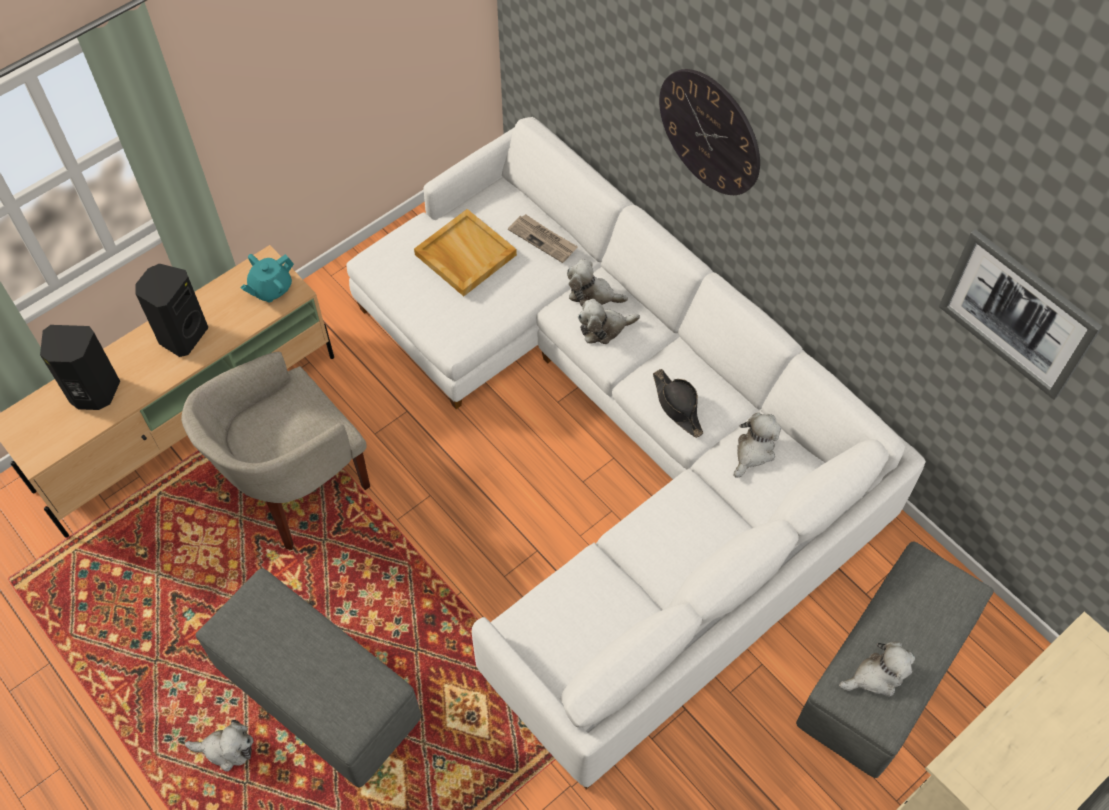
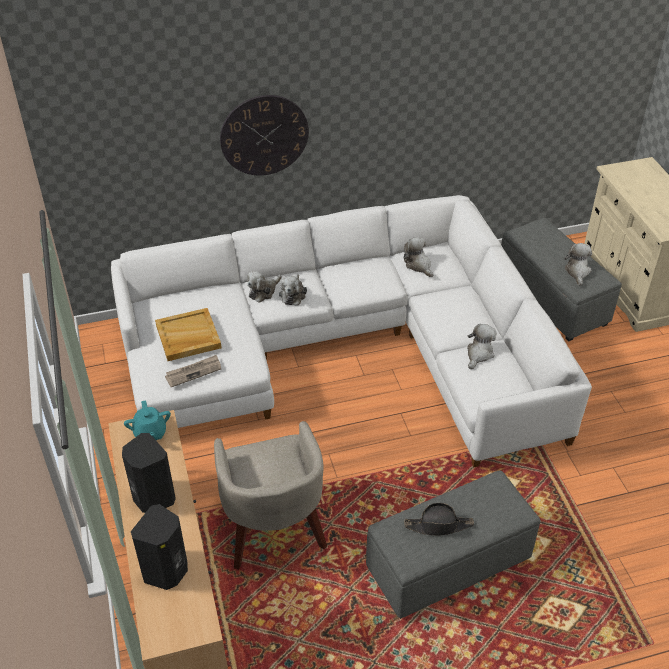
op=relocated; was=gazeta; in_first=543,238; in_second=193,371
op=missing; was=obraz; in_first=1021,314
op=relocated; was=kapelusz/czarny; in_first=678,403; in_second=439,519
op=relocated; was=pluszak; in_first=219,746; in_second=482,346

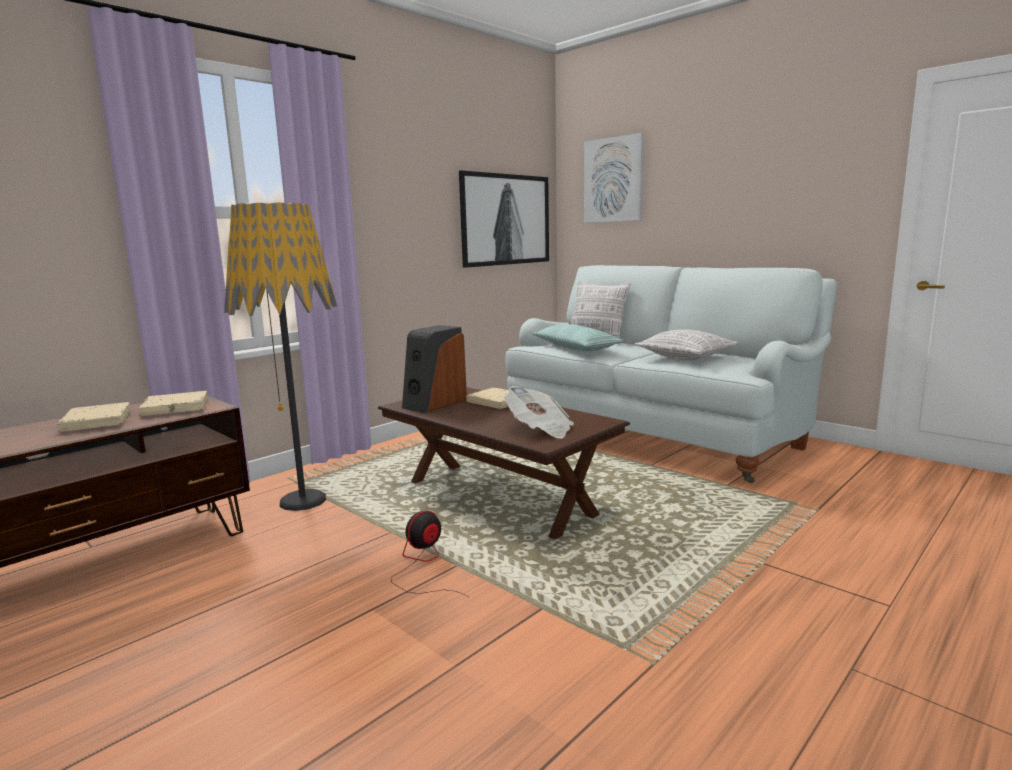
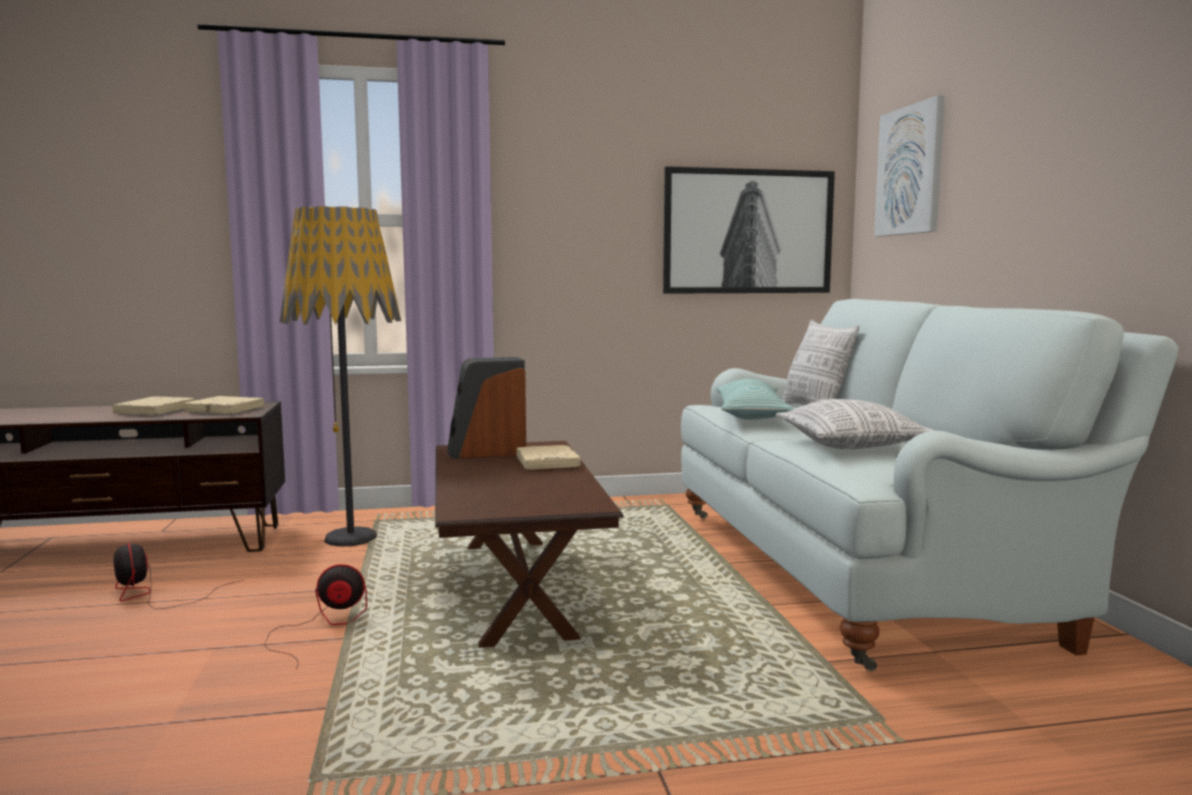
op=missing; was=gazeta; in_first=539,412
op=appeared; now=wentylator; in_second=178,576

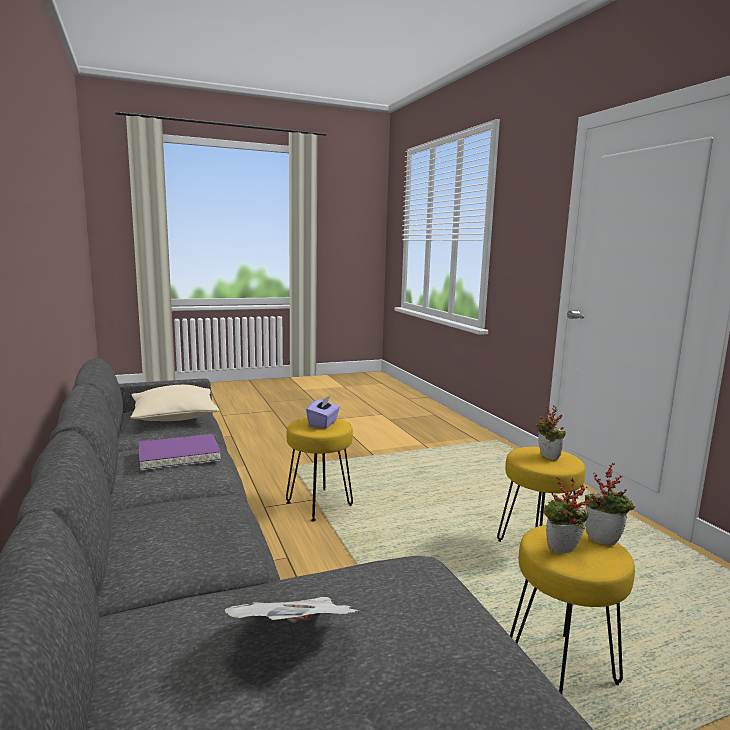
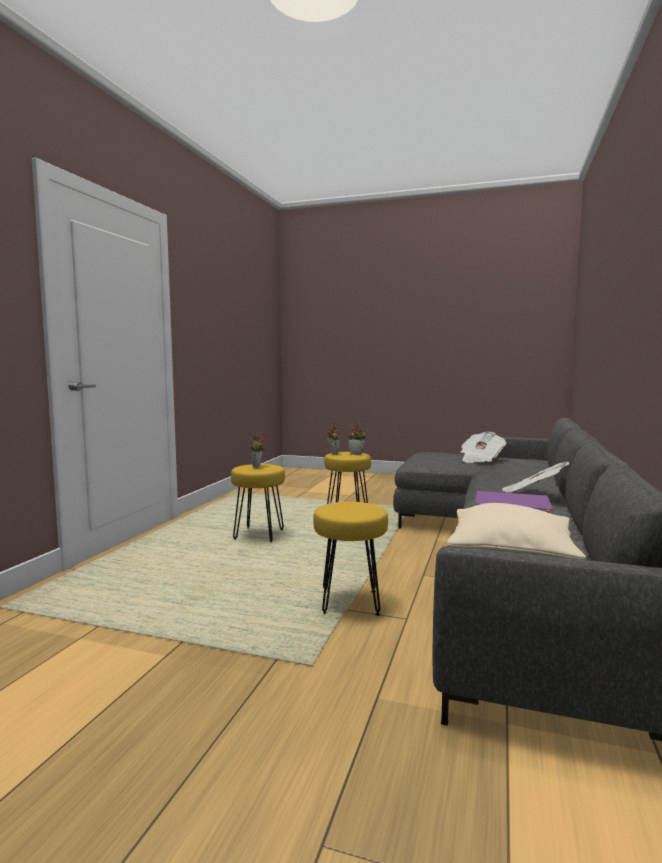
op=missing; was=pudełko chusteczek/fioletowy; in_first=323,412
op=appeared; now=gazeta; in_second=535,477

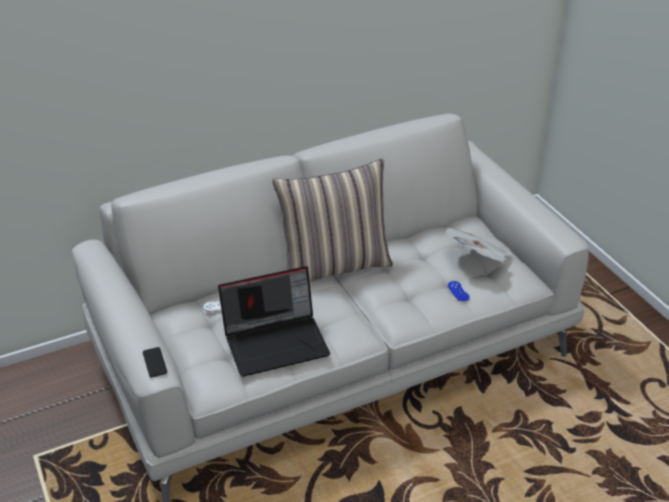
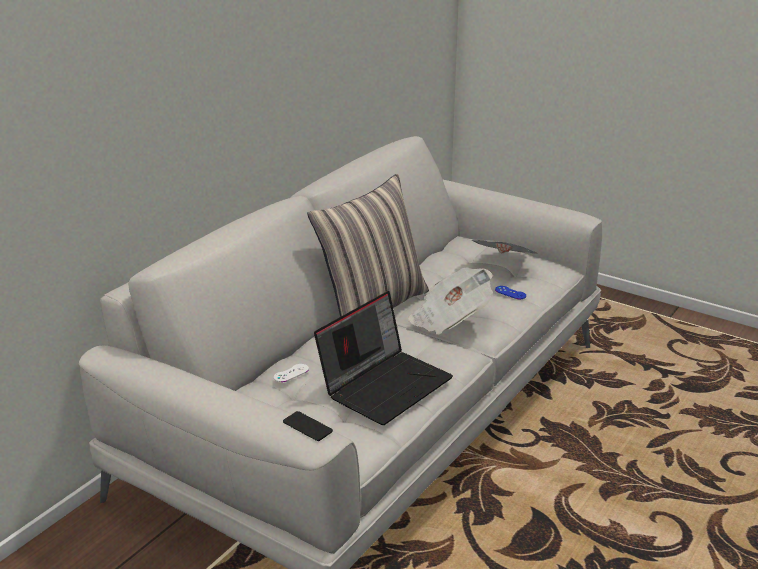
op=appeared; now=gazeta; in_second=450,300

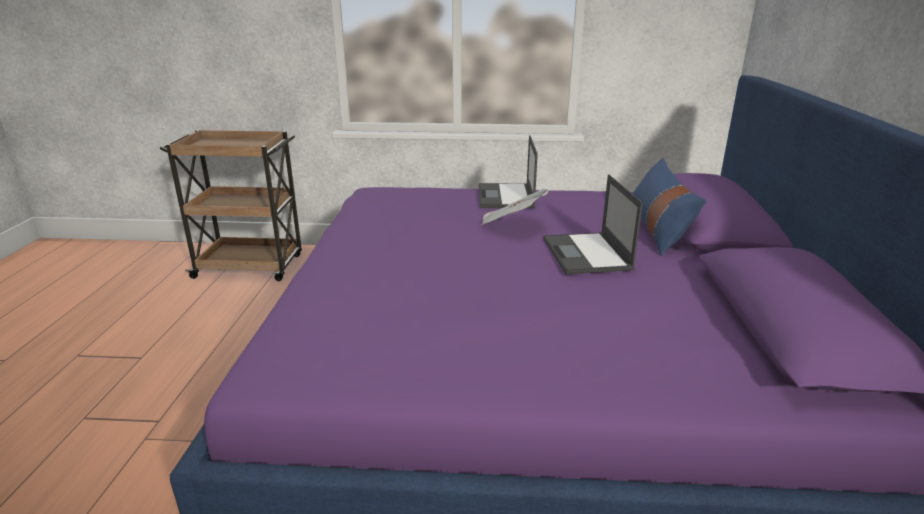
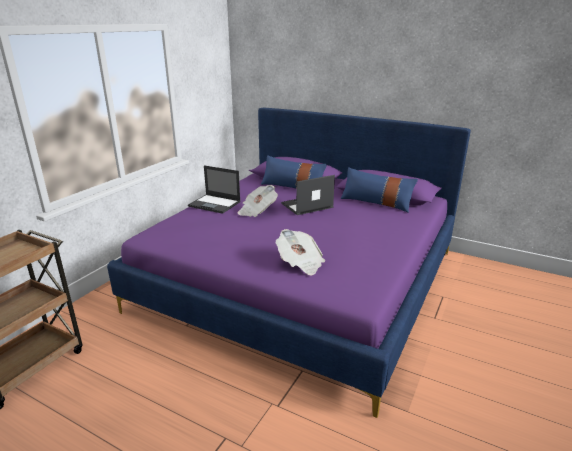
op=spun; was=laptop; in_first=593,224; in_second=308,195; clockwise=135
op=appeared; now=poduszka/niebieski; in_second=379,190
op=appeared; now=gazeta; in_second=300,252

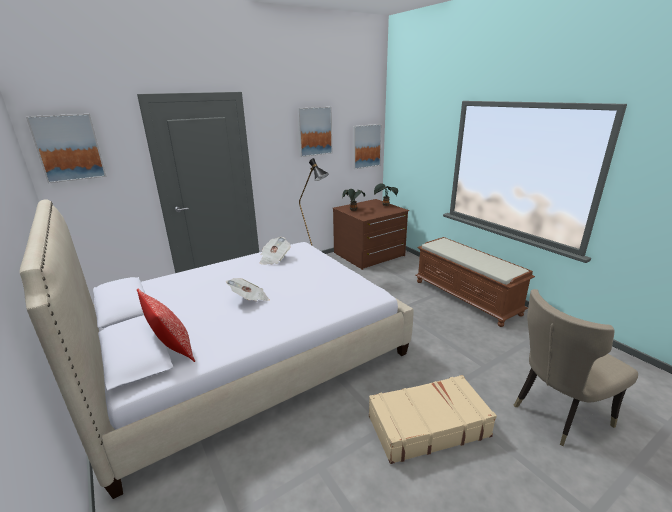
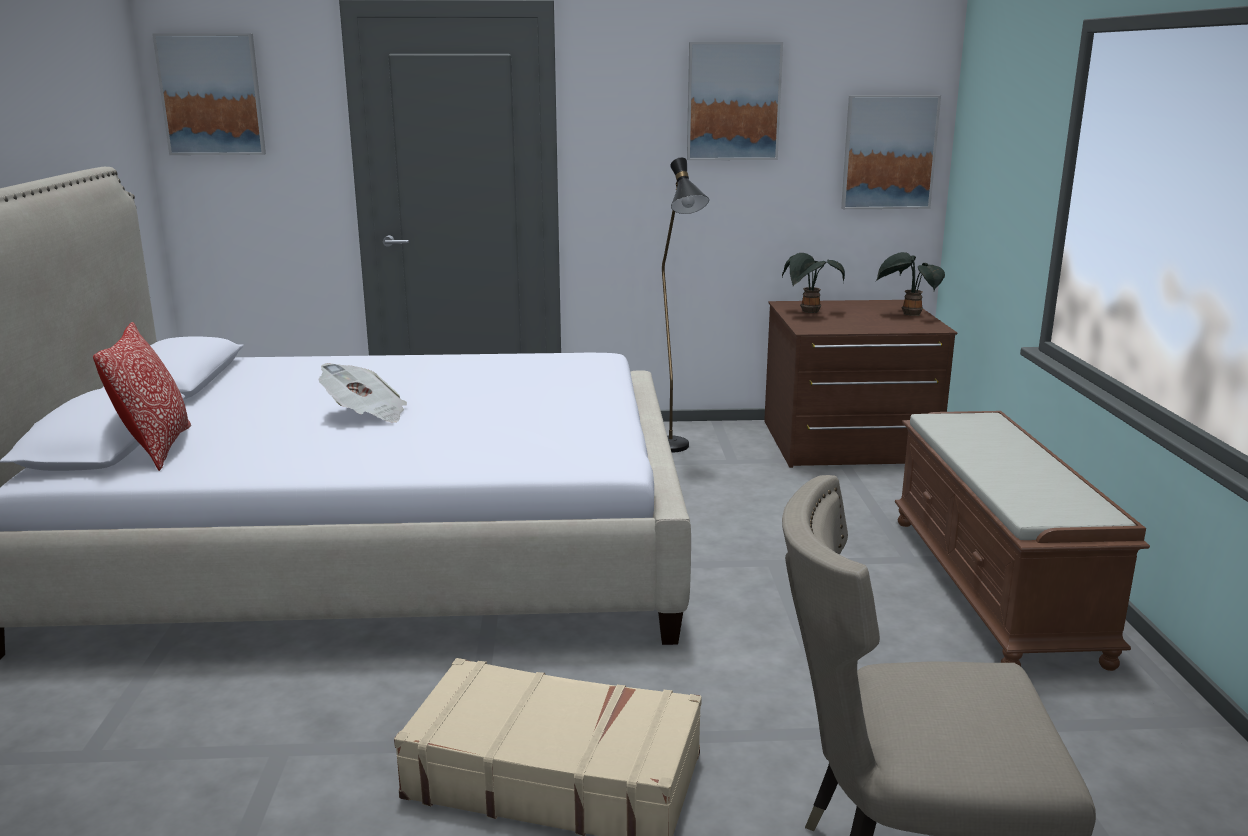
op=missing; was=gazeta; in_first=275,251

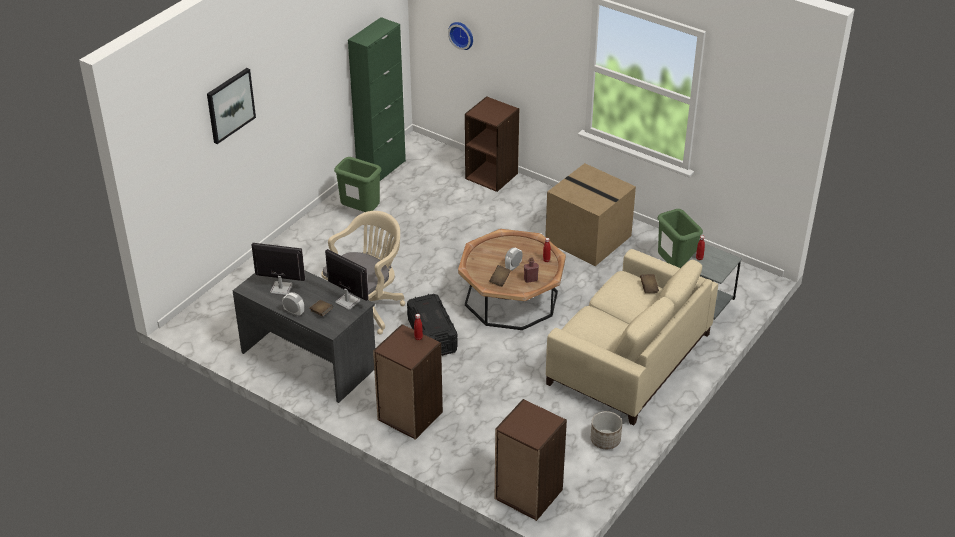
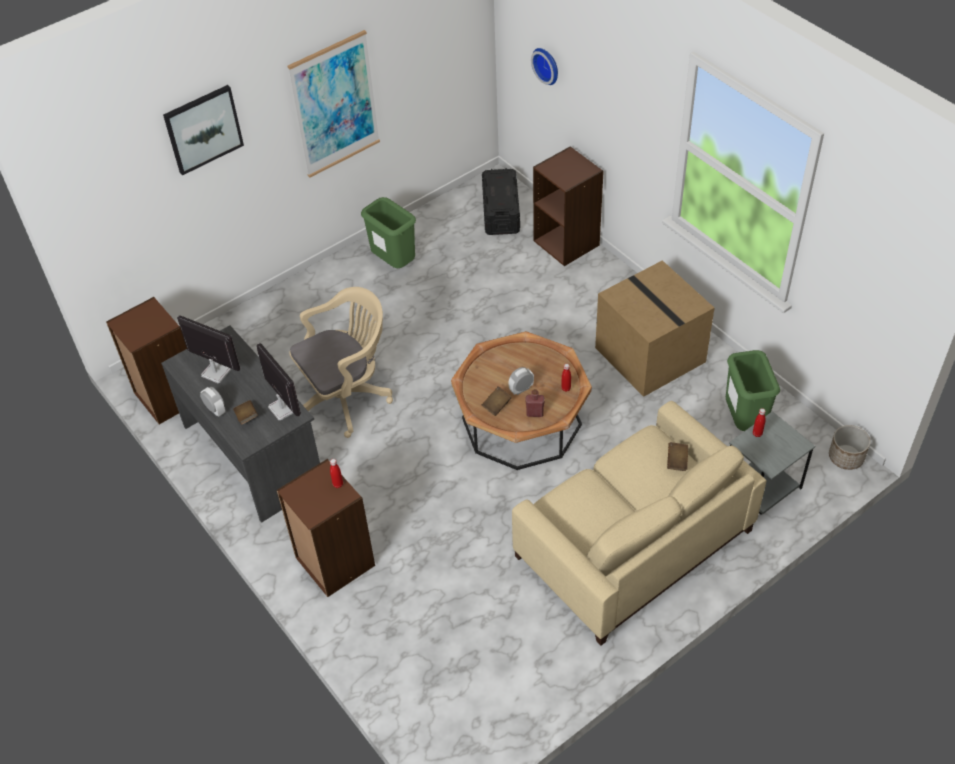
op=missing; was=szafka/zielony; in_first=377,99
op=relocated; was=pojemnik do przechowywania/czarny; in_first=432,325; in_second=501,201
op=relocated; was=regał/brązowy; in_first=531,460; in_second=146,360
op=relocated; was=donica; in_first=606,430; in_second=849,447
op=appeared; now=obraz; in_second=334,104

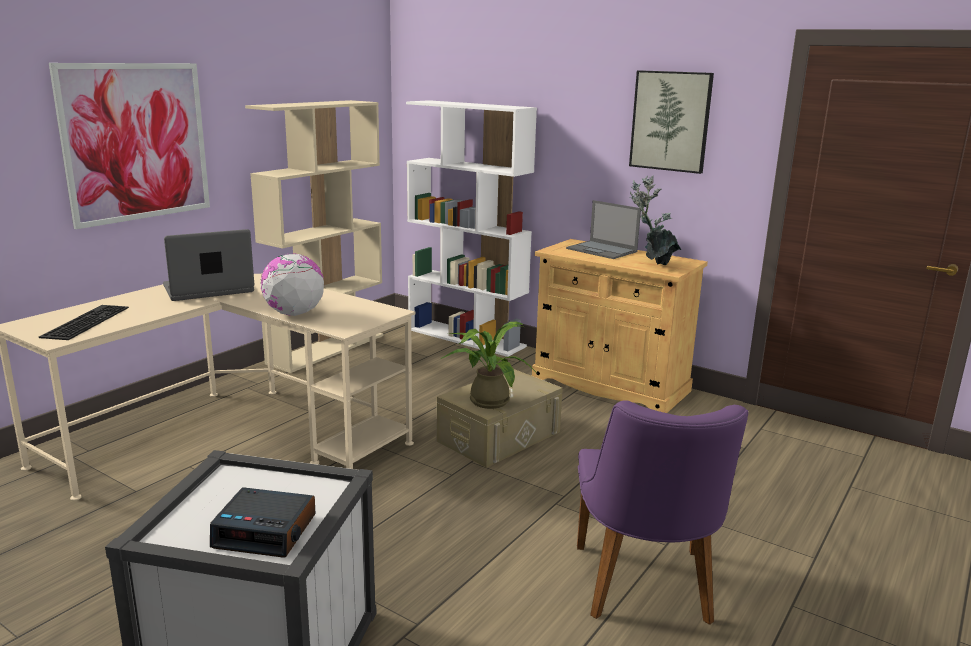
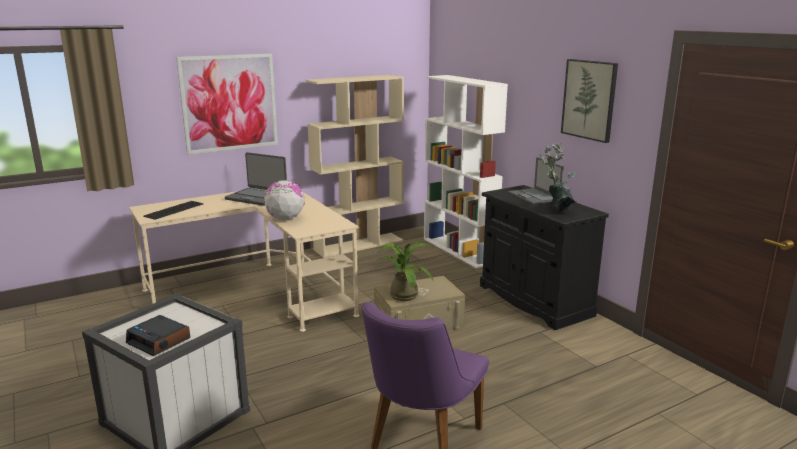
op=spun; was=laptop; in_first=208,265; in_second=256,179; clockwise=-150
op=colour; was=szafka/beżowy; now=szafka/czarny; in_first=620,326; in_second=544,257

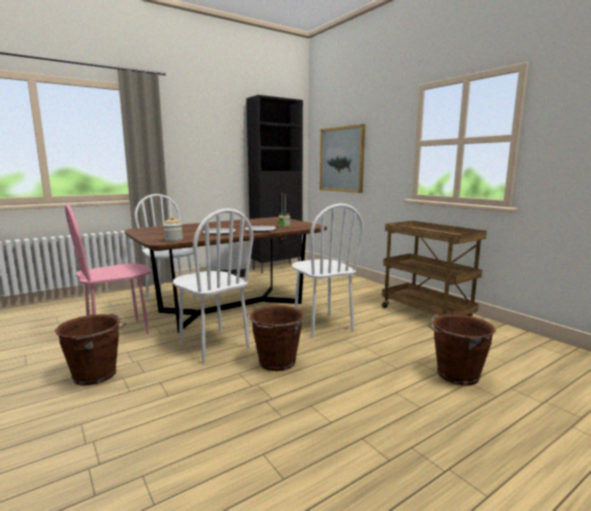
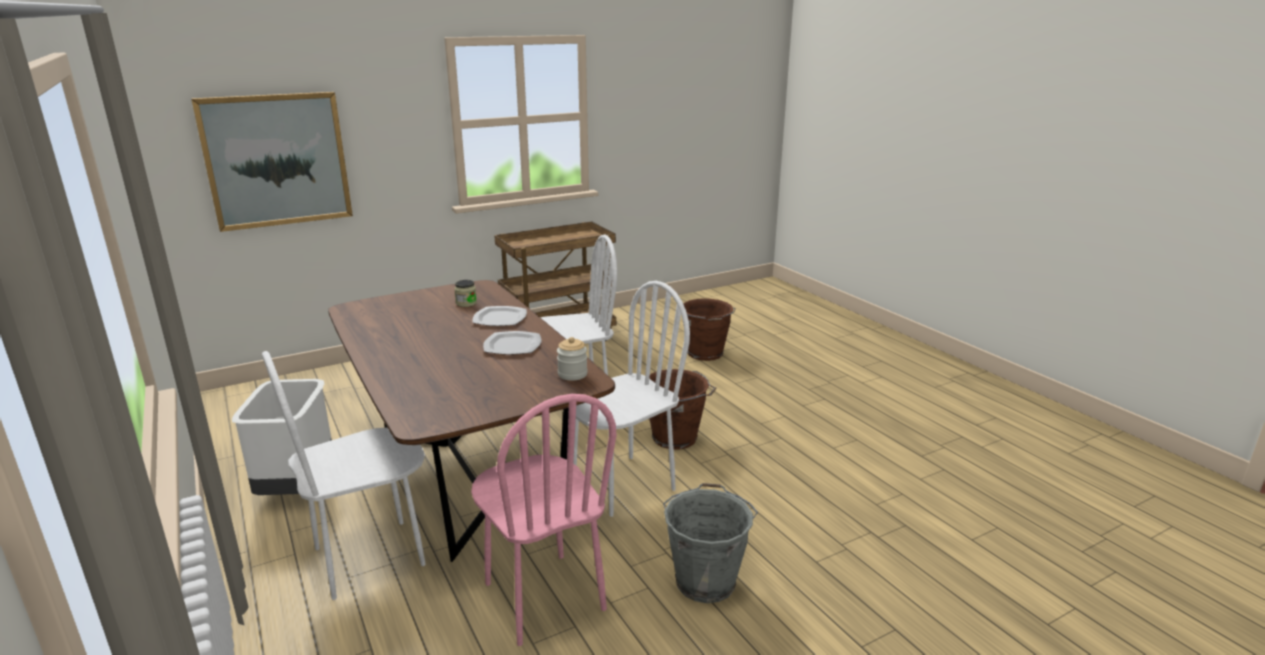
op=missing; was=szafka/czarny; in_first=274,184
op=colour; was=wiadro/brązowy; now=wiadro/szary; in_first=90,350; in_second=710,543

